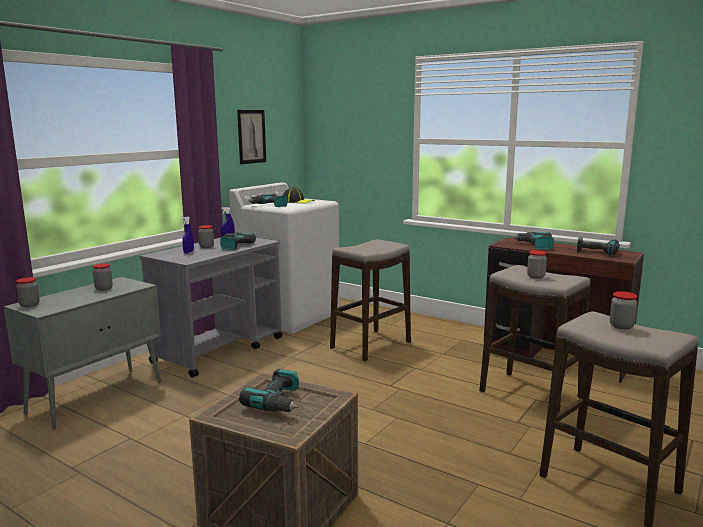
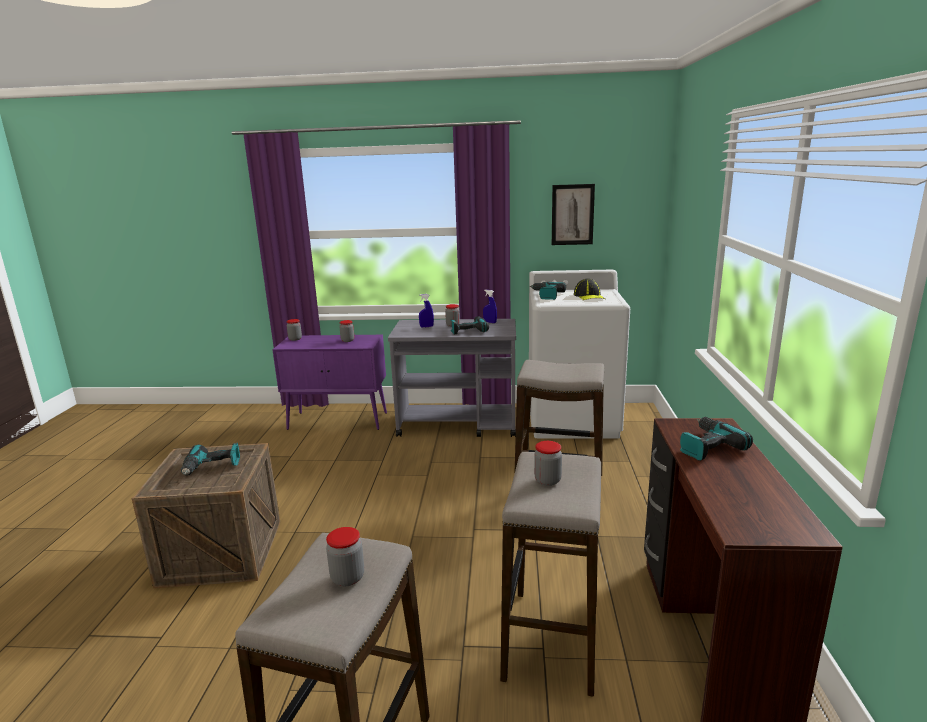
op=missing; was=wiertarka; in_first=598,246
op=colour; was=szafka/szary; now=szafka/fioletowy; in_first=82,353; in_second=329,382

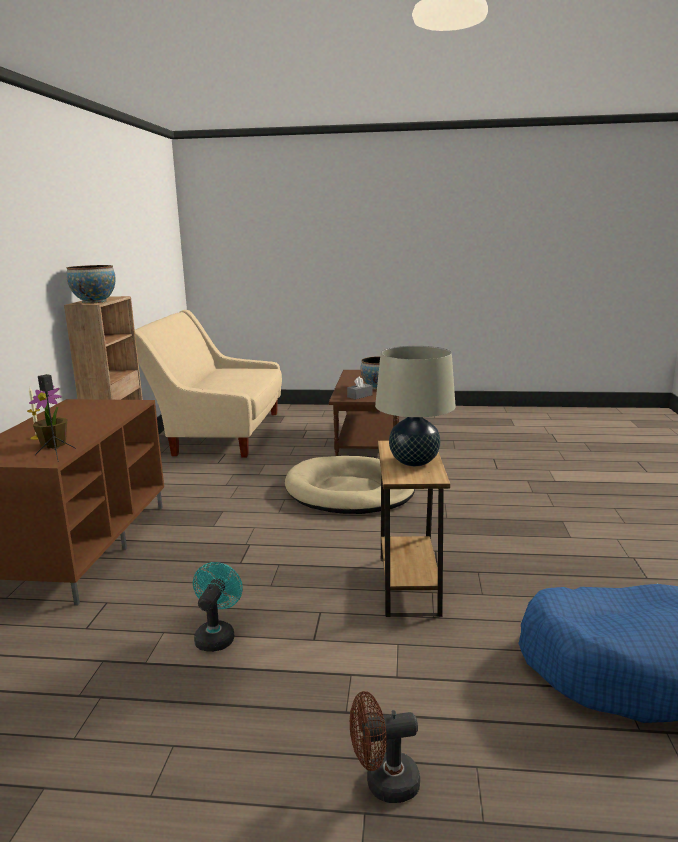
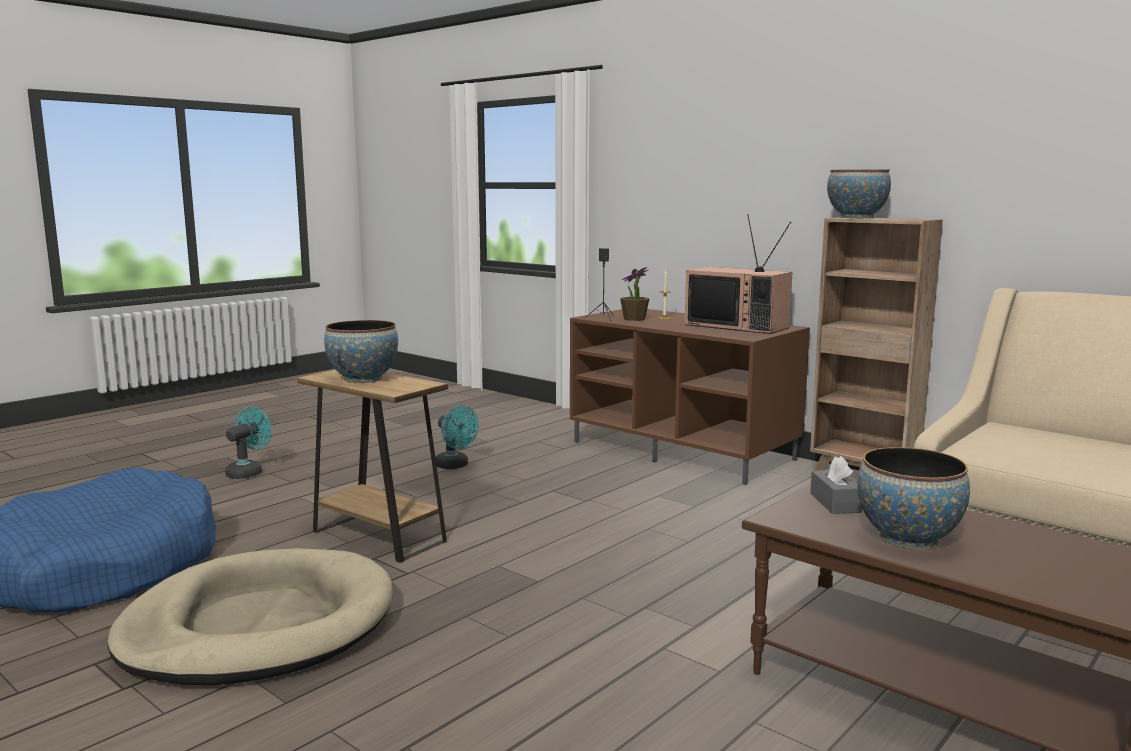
op=exchanged; was=lampa stołowa/beżowy; now=miska; in_first=415,406; in_second=361,351
op=relocated; was=legowisko/beżowy; in_first=350,485; in_second=250,616
op=colour; was=wentylator/brązowy; now=wentylator/turkusowy; in_first=385,747; in_second=248,443
op=appeared; now=telewizor; in_second=738,274

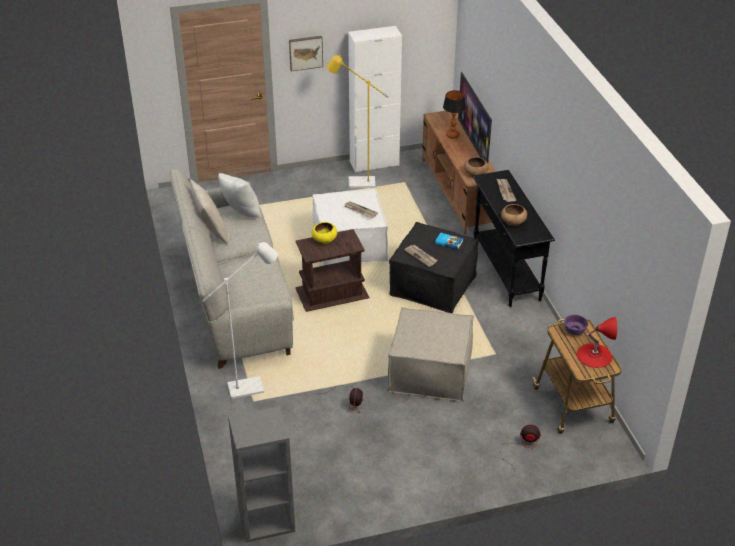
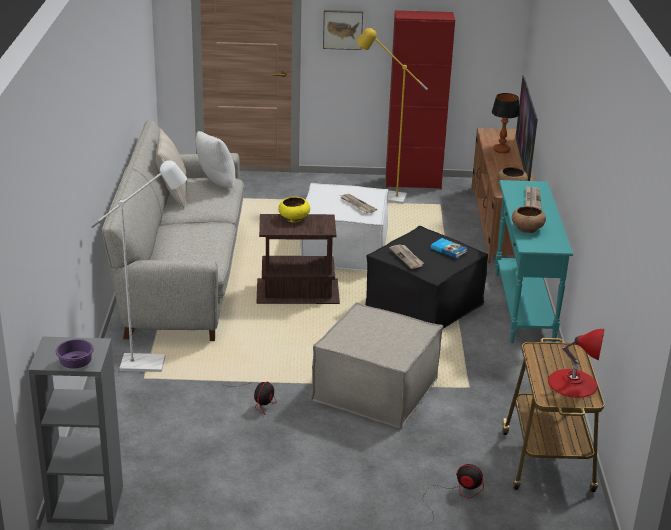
op=colour; was=szafka/biały; now=szafka/czerwony; in_first=375,99; in_second=420,99
op=colour; was=stolik konsolowy/czarny; now=stolik konsolowy/turkusowy; in_first=513,238; in_second=534,261
op=relocated; was=miska/fioletowy; in_first=576,324; in_second=74,354

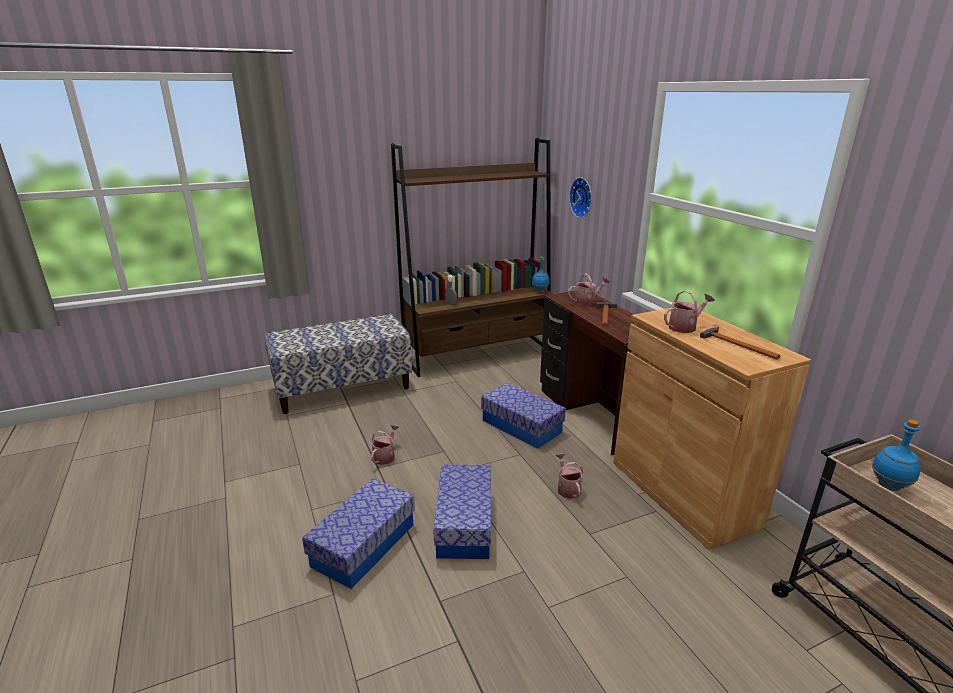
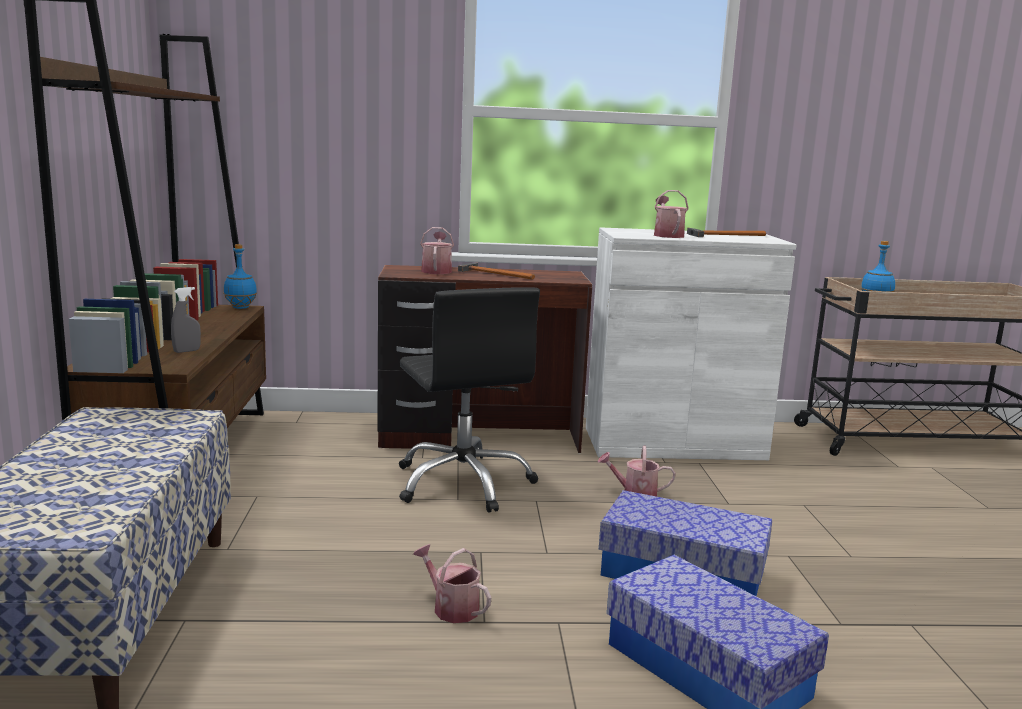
op=missing; was=zegar ścienny; in_first=580,197
op=colour; was=szafka/brązowy; now=szafka/biały; in_first=712,429; in_second=691,343
op=exchanged; was=pojemnik do przechowywania; now=krzesło biurowe/czarny; in_first=523,416; in_second=469,400

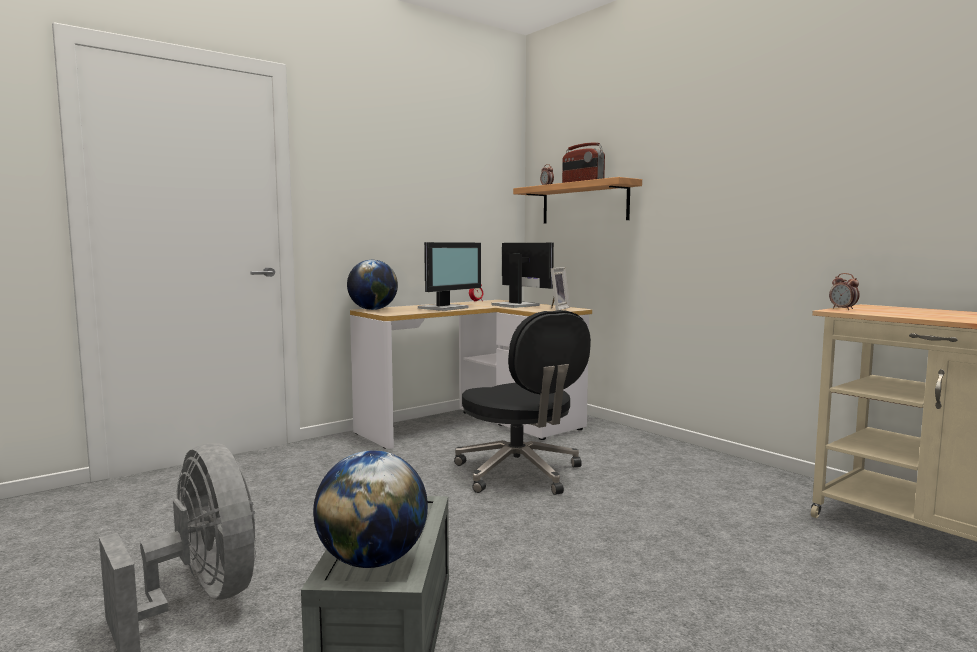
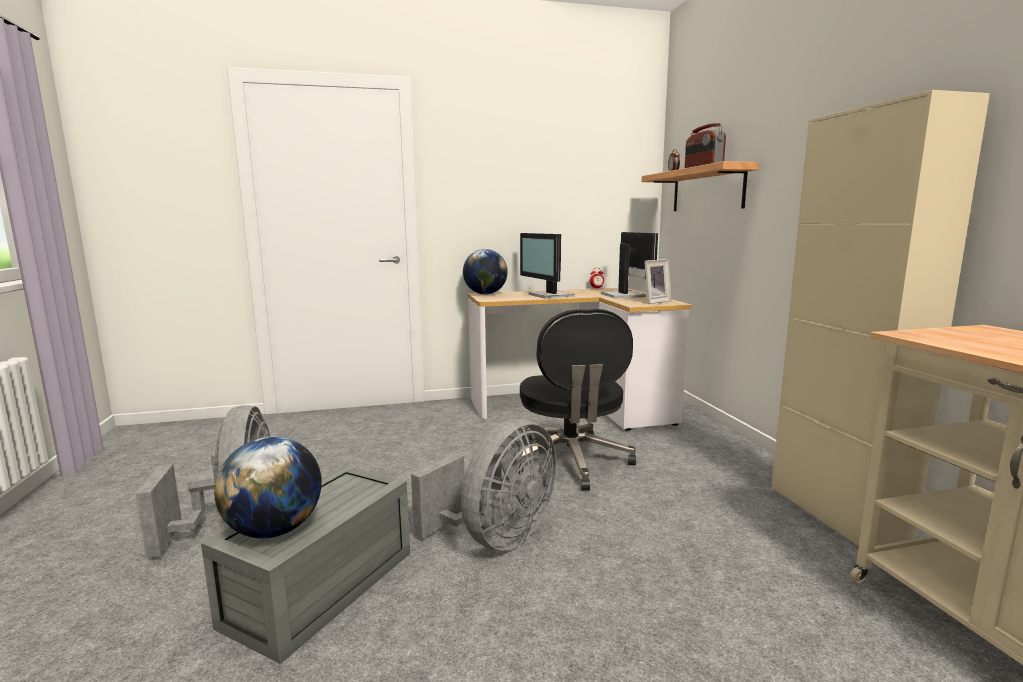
op=spun; was=monitor; in_first=449,276; in_second=547,266; clockwise=90
op=missing; was=budzik; in_first=844,291
op=appeared; now=szafka/beżowy; in_second=880,318
op=appeared; now=wentylator/szary; in_second=484,485

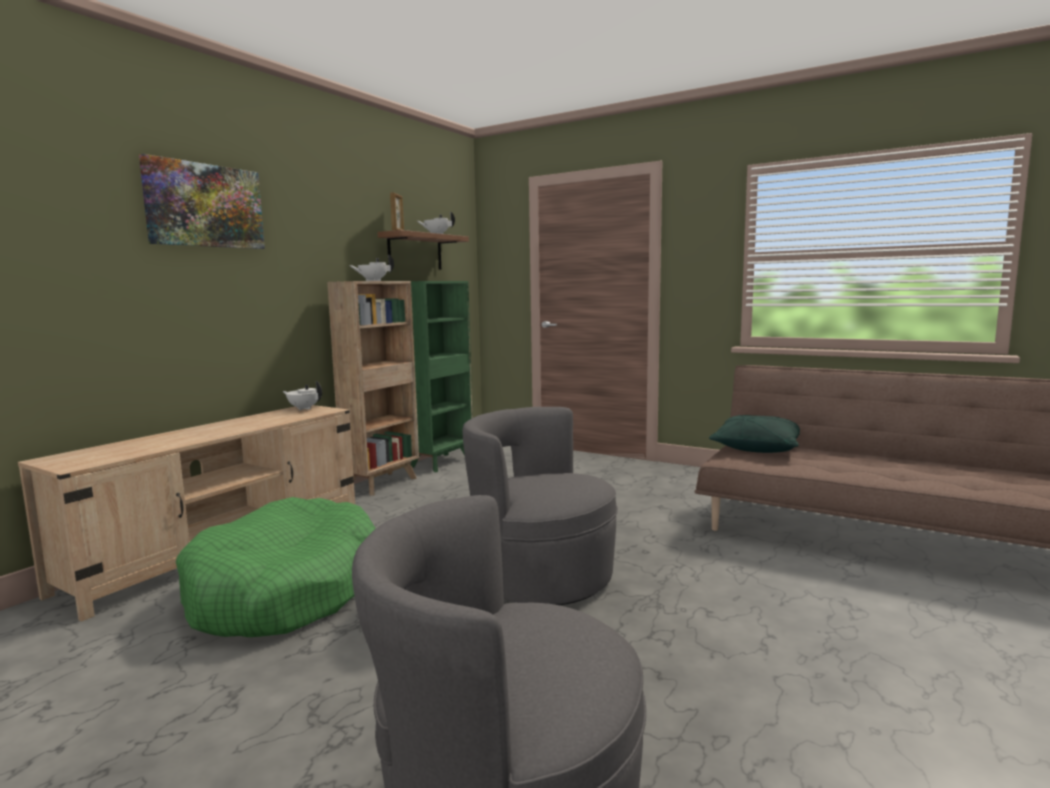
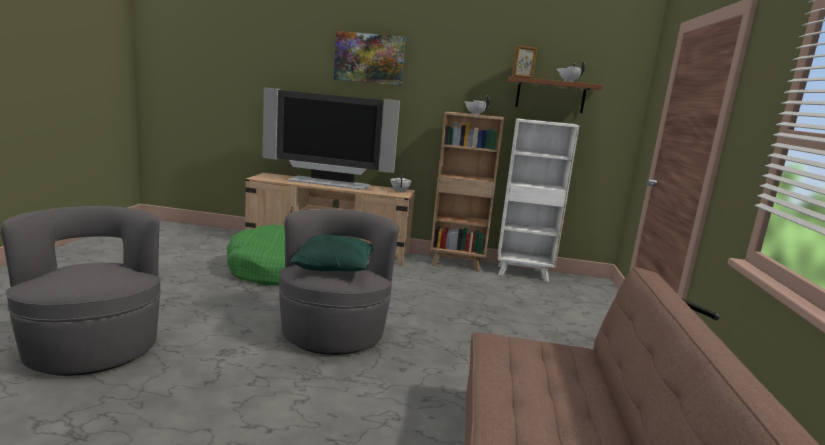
op=colour; was=regał/zielony; now=regał/biały; in_first=442,376; in_second=538,200
op=relocated; was=poduszka/zielony; in_first=754,434; in_second=331,253
op=appeared; now=telewizor; in_second=331,139

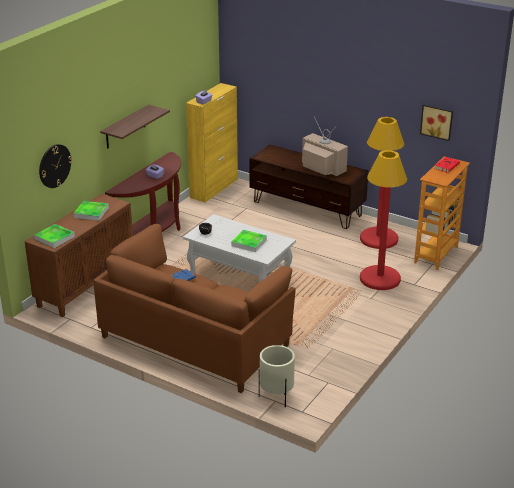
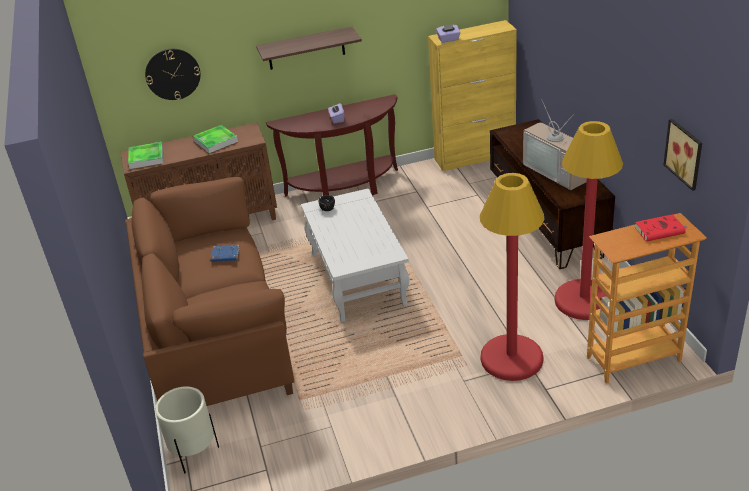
op=spun; was=telewizor; in_first=325,146; in_second=555,144; clockwise=150
op=missing; was=taca; in_first=249,241

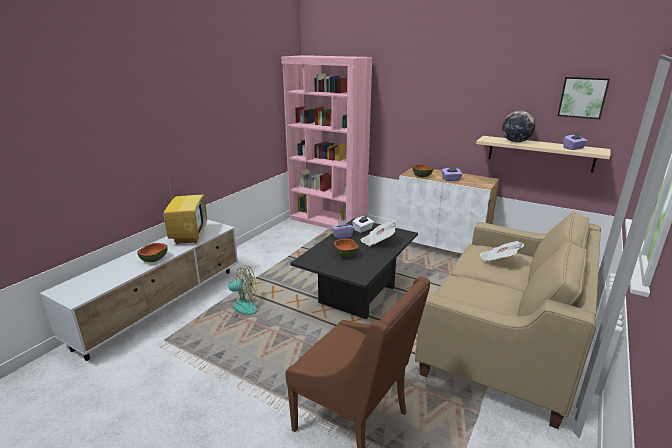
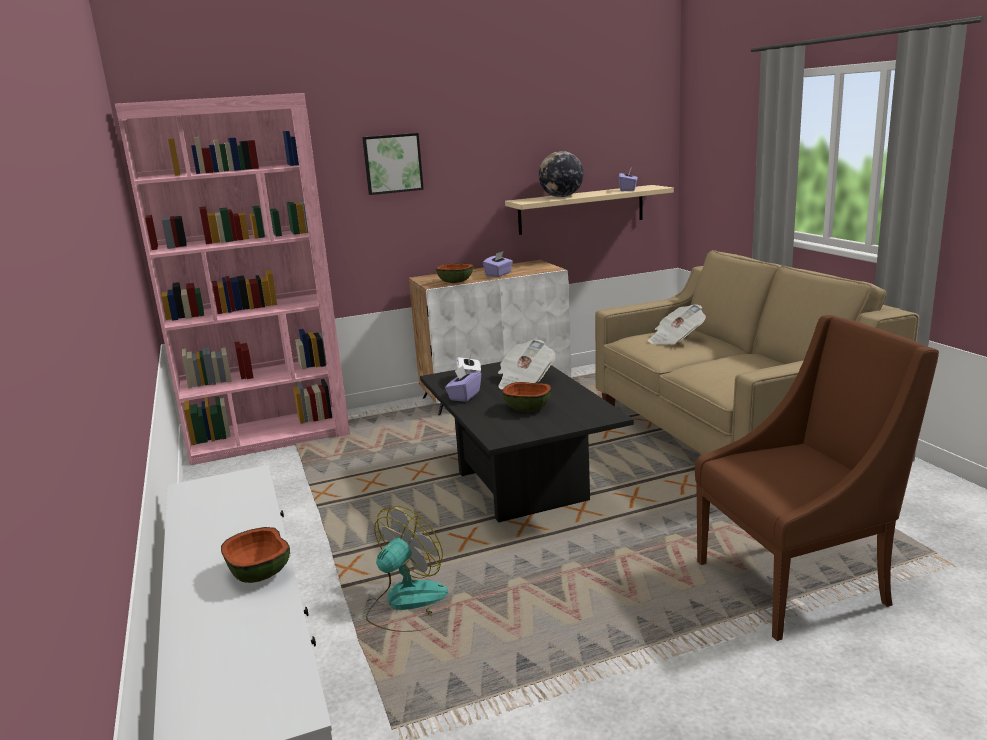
op=relocated; was=obraz; in_first=584,98; in_second=393,164
op=missing; was=telewizor; in_first=185,210

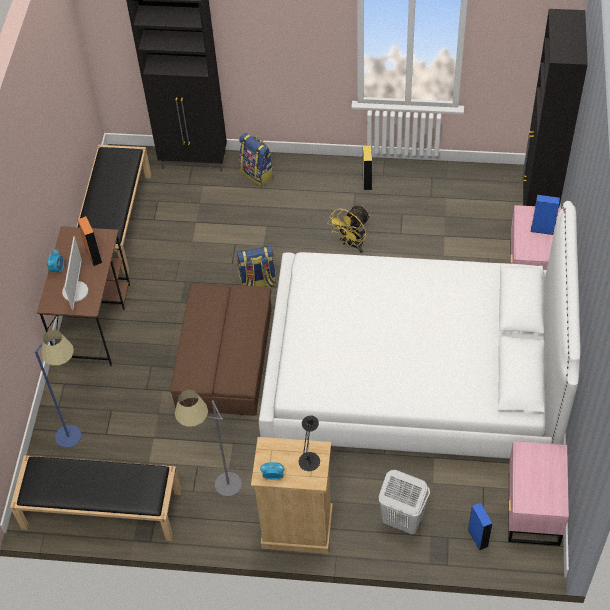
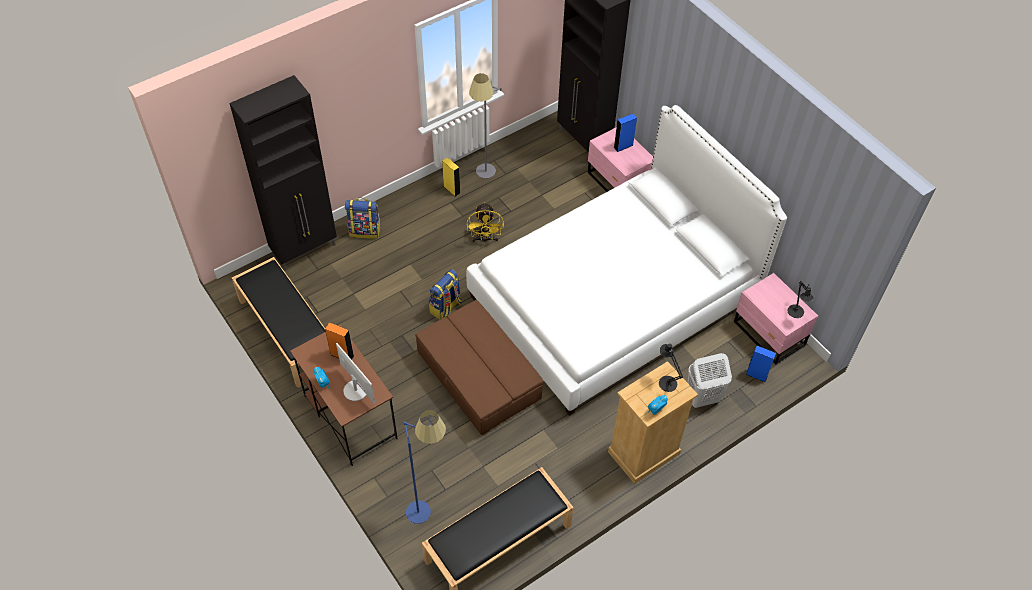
op=relocated; was=lampa stojąca/szary; in_first=208,443; in_second=485,126
op=appeared; now=lampa stołowa/czarny; in_second=800,299

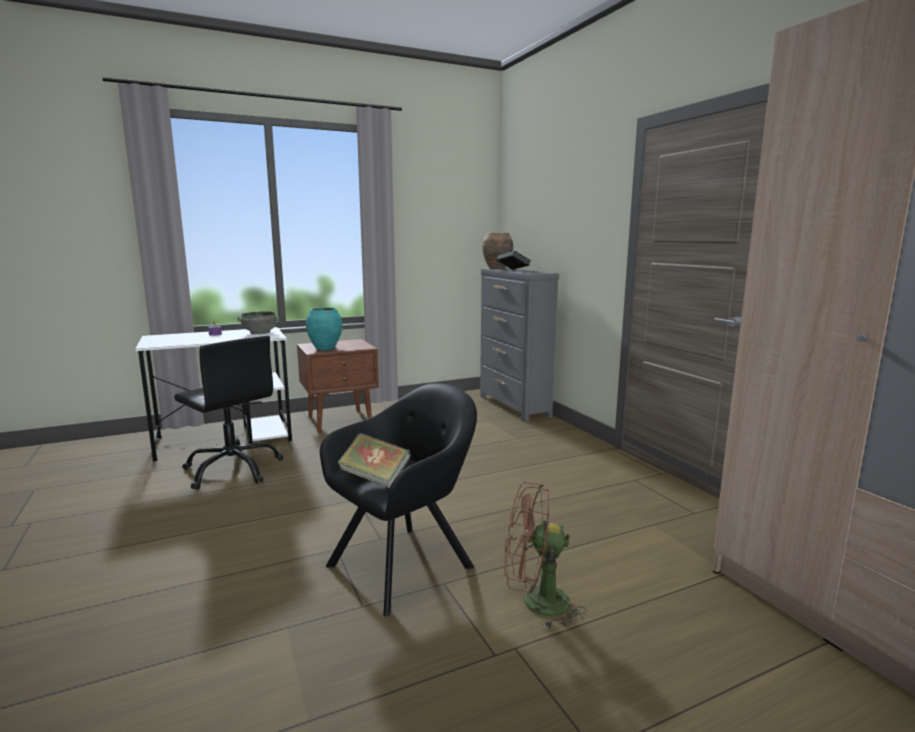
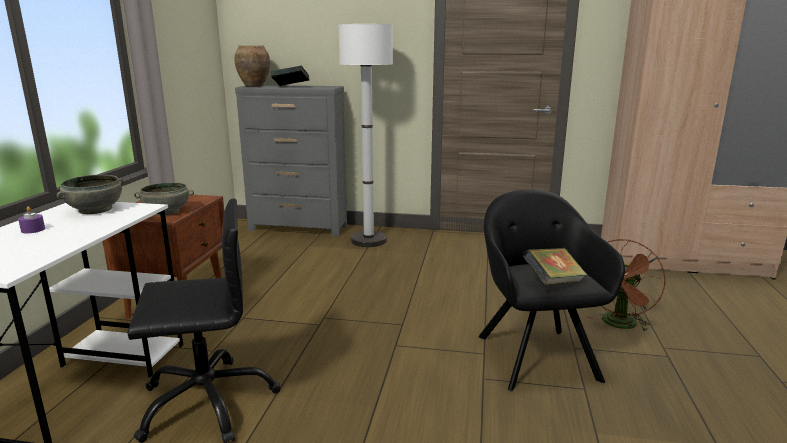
op=exchanged; was=wazon/turkusowy; now=miska/szary; in_first=324,328; in_second=164,199
op=appeared; now=lampa stojąca/biały; in_second=366,135

